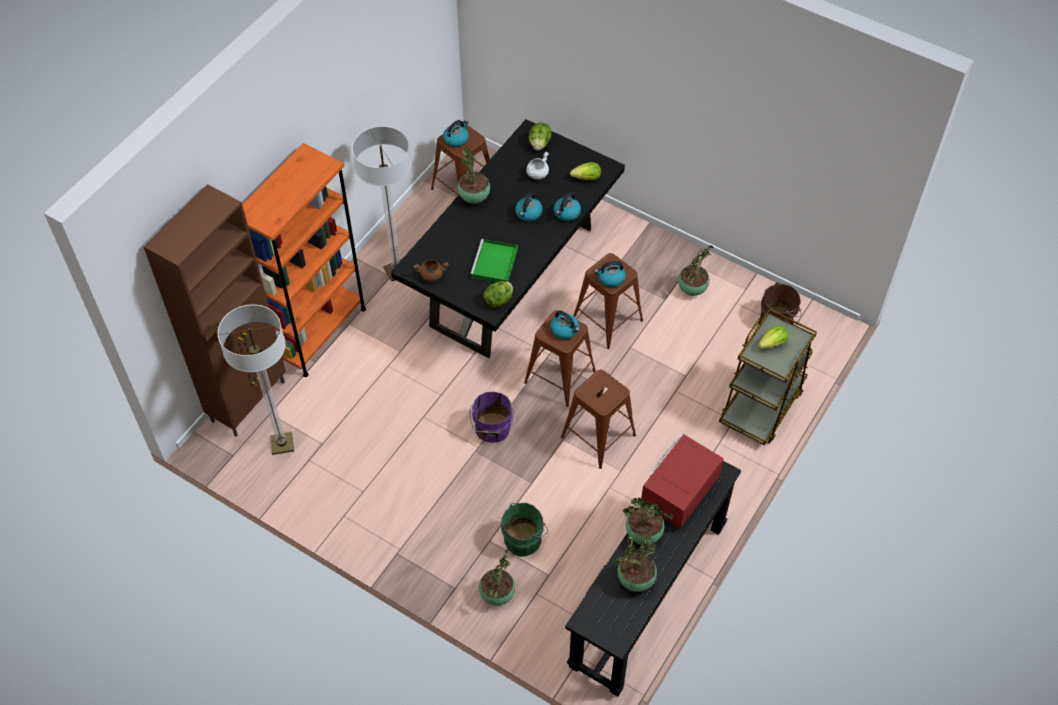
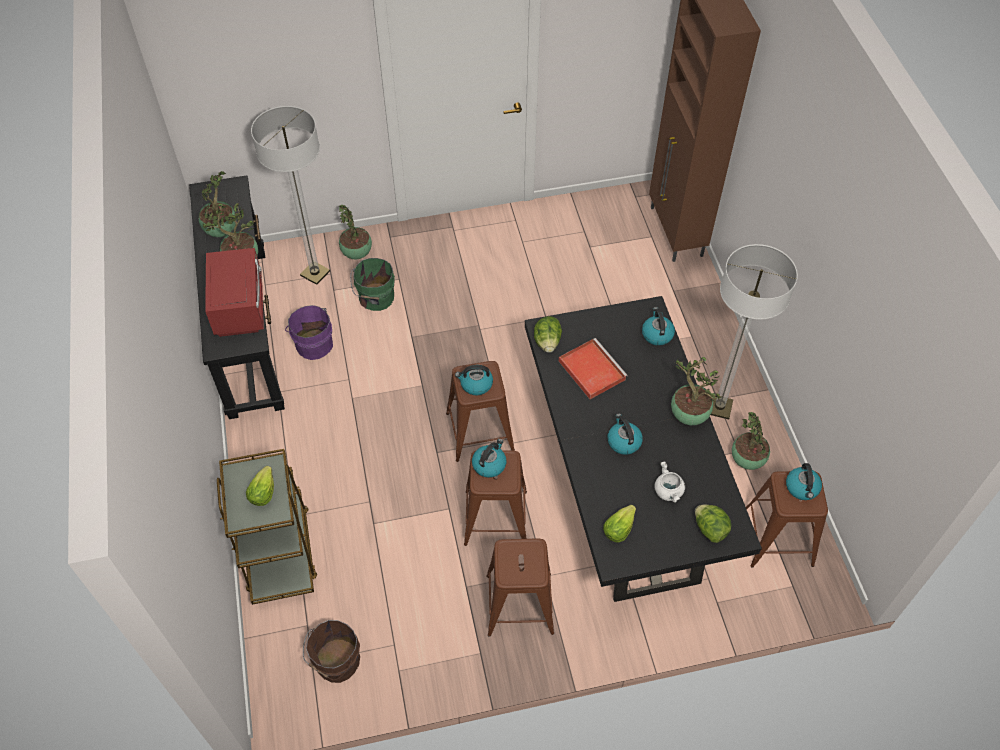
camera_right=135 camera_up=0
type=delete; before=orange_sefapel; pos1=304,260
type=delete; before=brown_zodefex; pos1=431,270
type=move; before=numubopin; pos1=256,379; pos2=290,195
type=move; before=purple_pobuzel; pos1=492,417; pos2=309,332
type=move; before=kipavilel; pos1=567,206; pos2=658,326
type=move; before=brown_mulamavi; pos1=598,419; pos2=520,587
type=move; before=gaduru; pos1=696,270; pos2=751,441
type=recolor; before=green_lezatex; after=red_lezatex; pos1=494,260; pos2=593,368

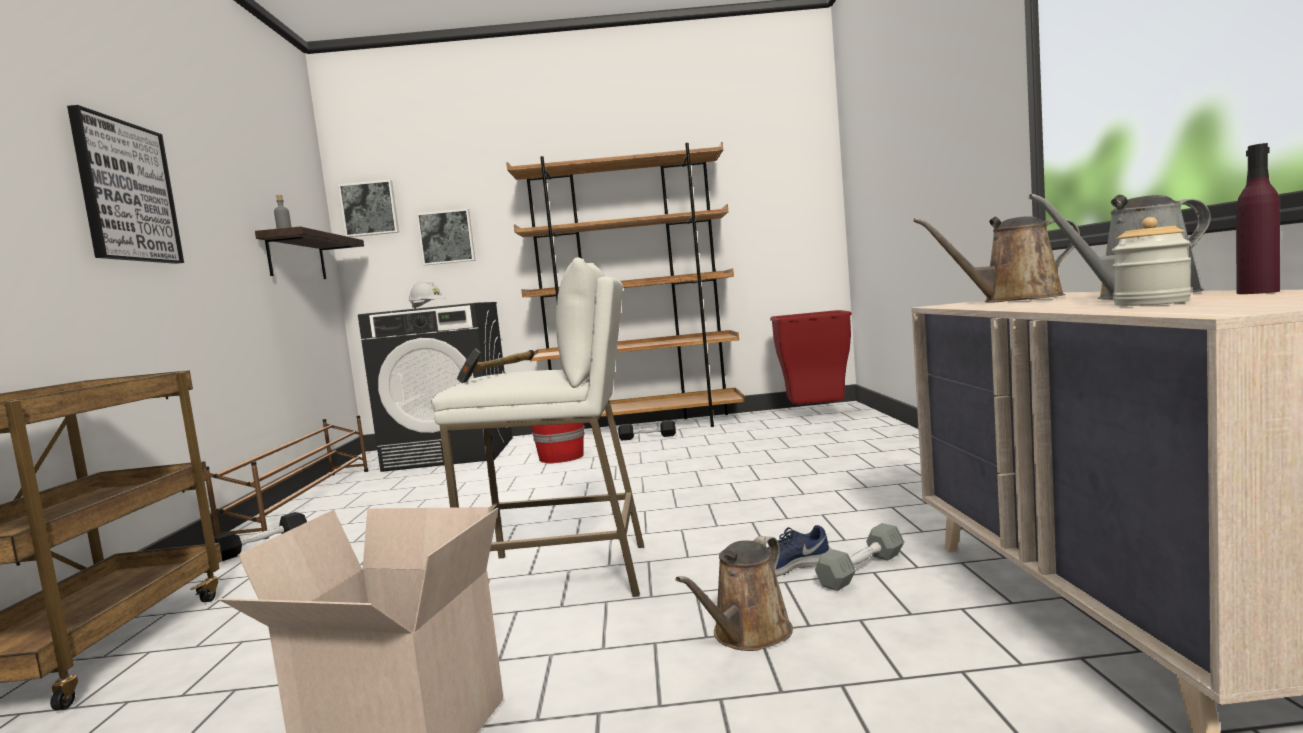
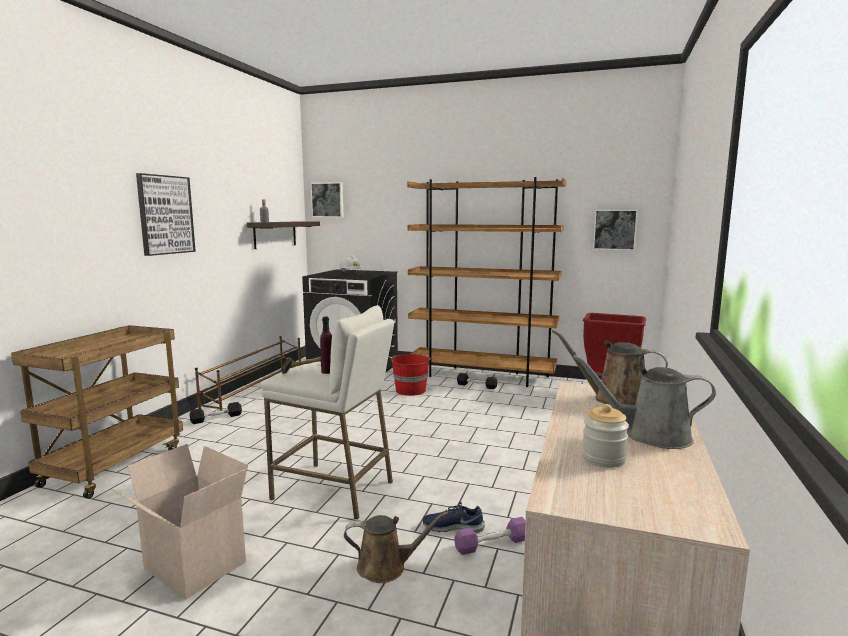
camera_right=20 camera_up=5
type=move; before=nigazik; pos1=446,237; pos2=615,230
type=move; before=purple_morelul; pos1=1258,218; pos2=326,345
type=recolor; before=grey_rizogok; after=purple_rizogok; pos1=859,557; pos2=490,536
type=rotate; before=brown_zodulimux; pos1=734,593; pos2=396,547; turn=-150

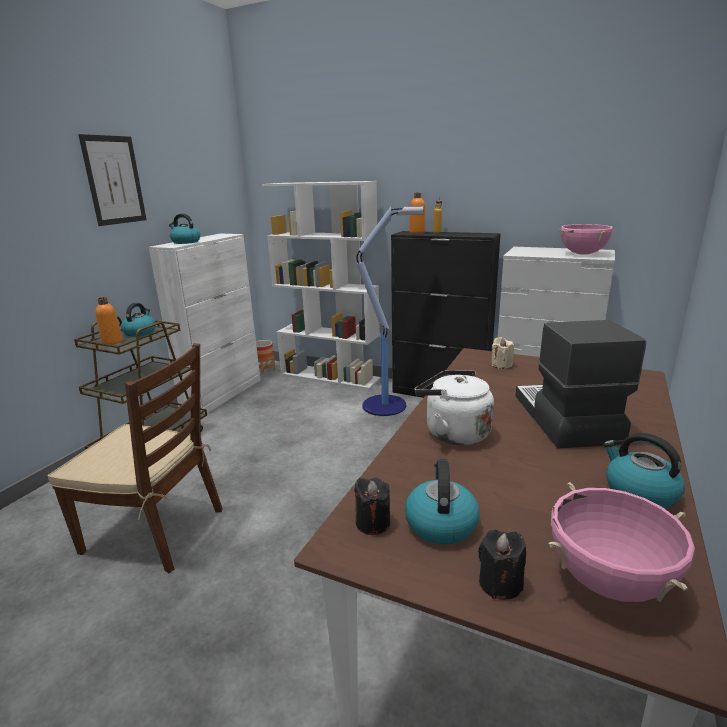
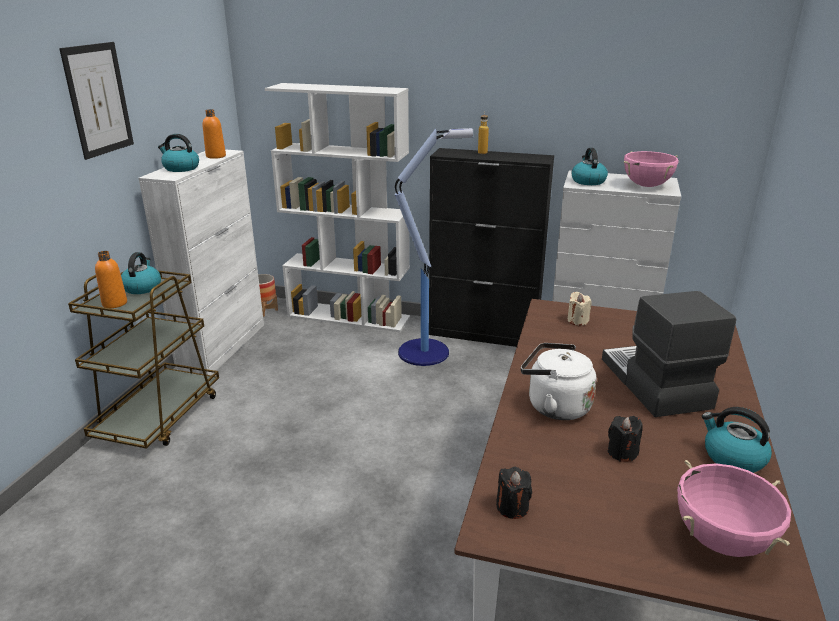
camera_right=-10 camera_up=5
type=delete; before=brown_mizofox; pos1=135,458
type=move; before=kipavilel; pos1=442,501; pos2=589,166
type=move; before=orange_morelul; pos1=417,213; pos2=214,134
type=move; before=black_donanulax; pos1=502,565; pos2=625,439

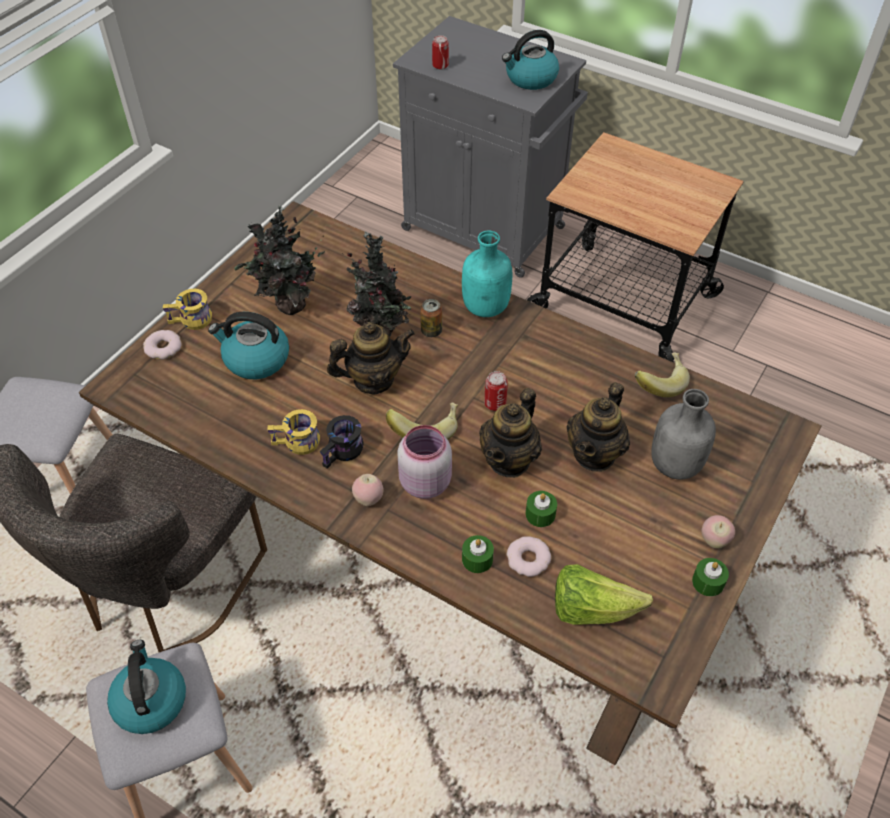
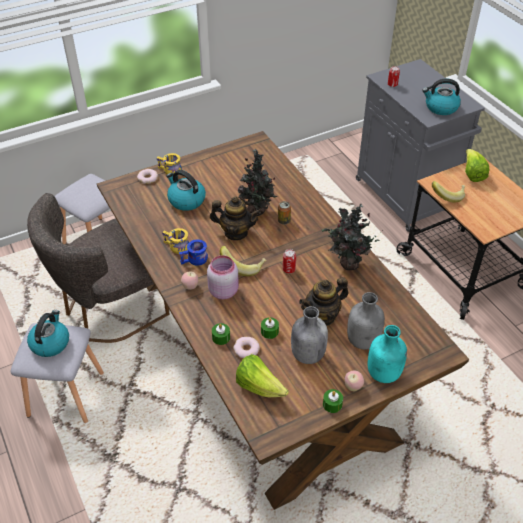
camera_right=30 camera_up=-5
type=delete; before=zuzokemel; pos1=510,433
type=insert; after=grey_morelul; pos2=309,335
type=insert; after=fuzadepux; pos2=477,165
type=move; before=gaduru; pos1=279,260; pos2=352,236
type=move; before=turquoise_morelul; pos1=487,273; pos2=387,354
type=move; before=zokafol; pos1=662,374; pos2=449,192
type=recolor; before=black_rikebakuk; after=blue_rikebakuk; pos1=342,442; pos2=193,253

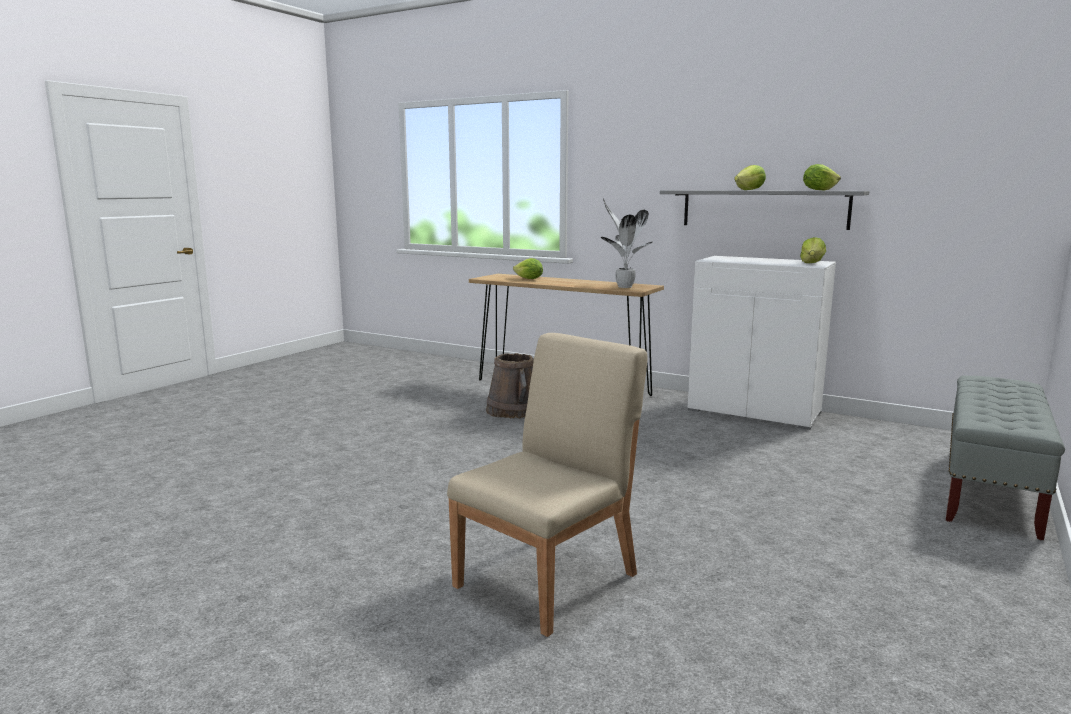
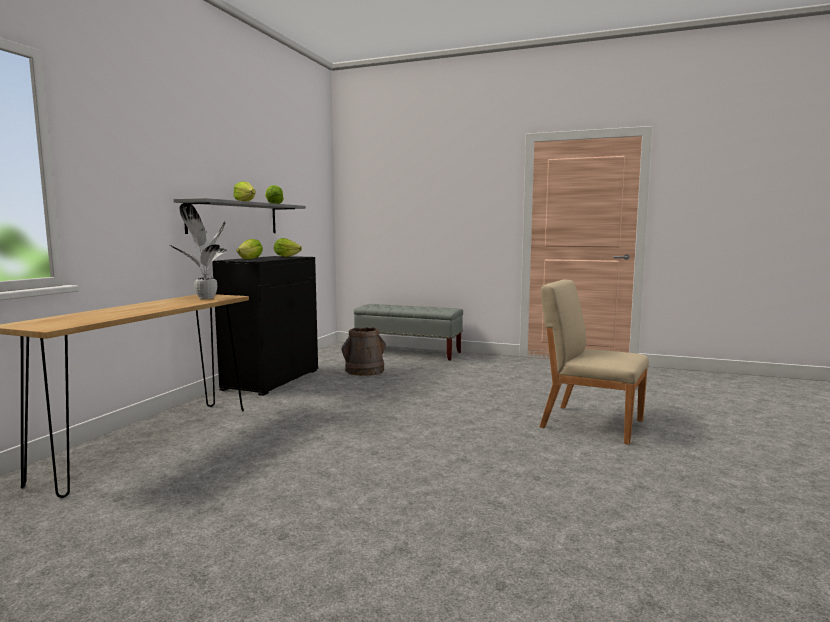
camera_right=-100 camera_up=-5
type=move; before=brown_pobuzel; pos1=510,385; pos2=364,351
type=move; before=fuzadepux; pos1=528,268; pos2=250,249
type=recolor; before=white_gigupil; after=black_gigupil; pos1=762,343; pos2=265,326

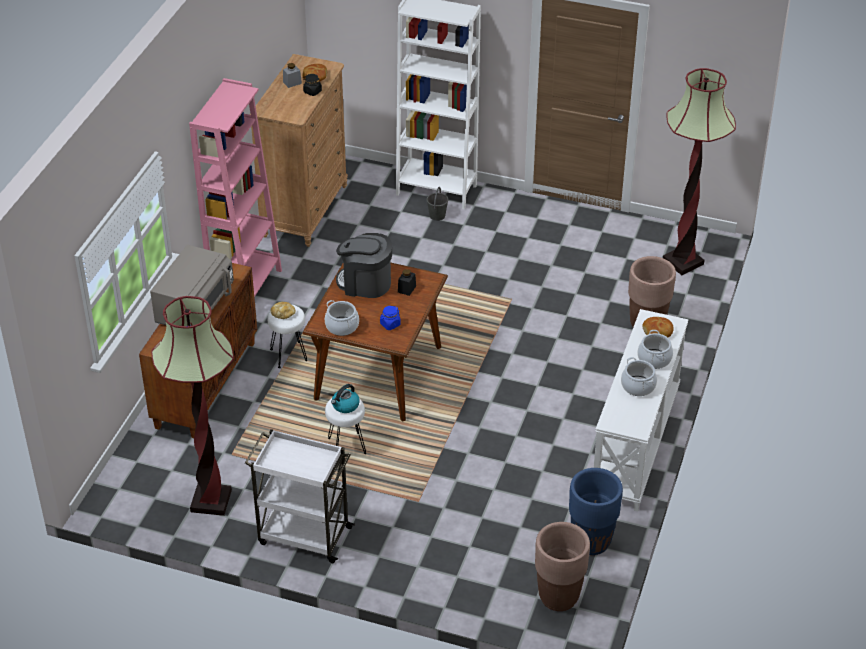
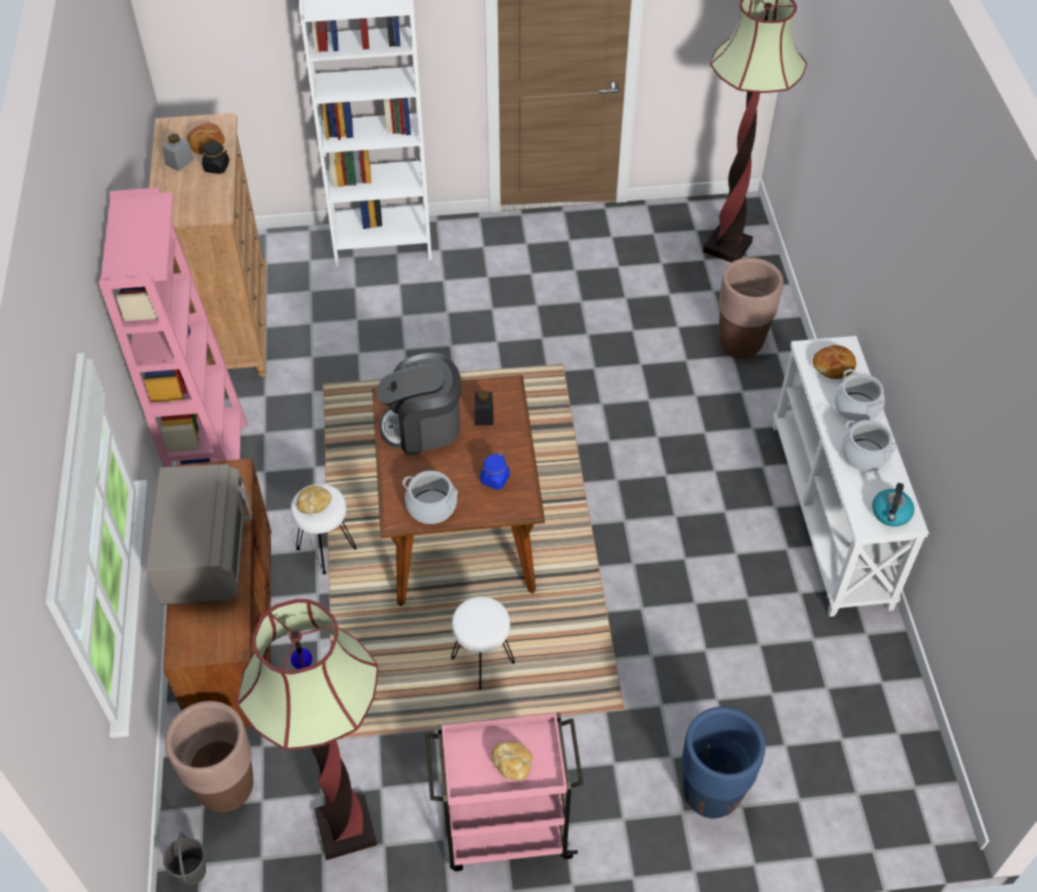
camera_right=-25 camera_up=10
type=insert; after=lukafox; pos2=511,760
type=move; before=kipavilel; pos1=345,398; pos2=893,505
type=move; before=grey_pobuzel; pos1=437,204; pos2=184,859
type=move; before=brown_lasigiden; pos1=562,566; pos2=209,757
type=move; before=blue_lasigiden; pos1=596,511; pos2=723,763
type=recolor; before=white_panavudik; after=pink_panavudik; pos1=300,496; pos2=504,791

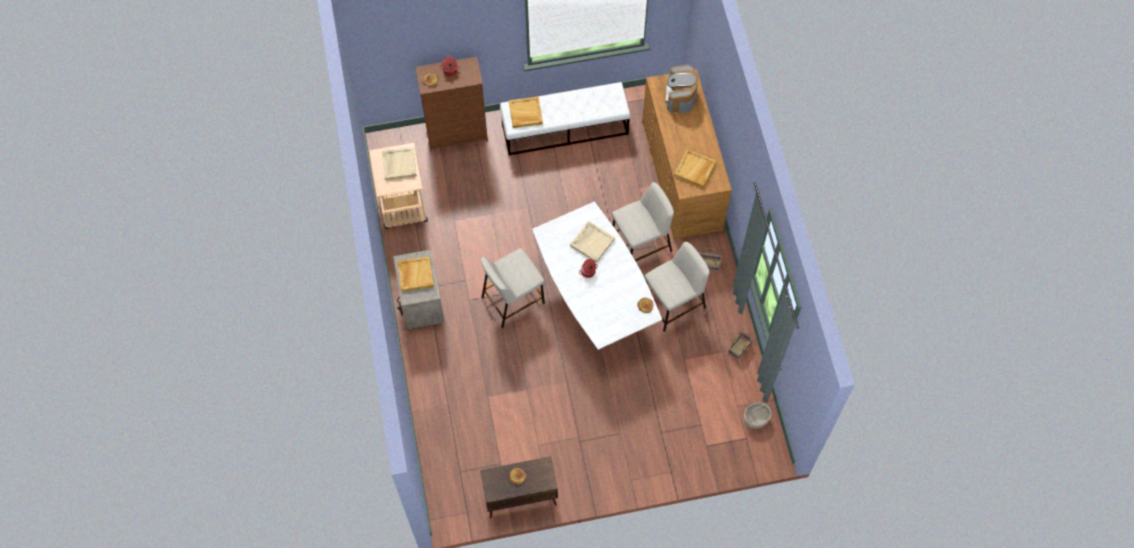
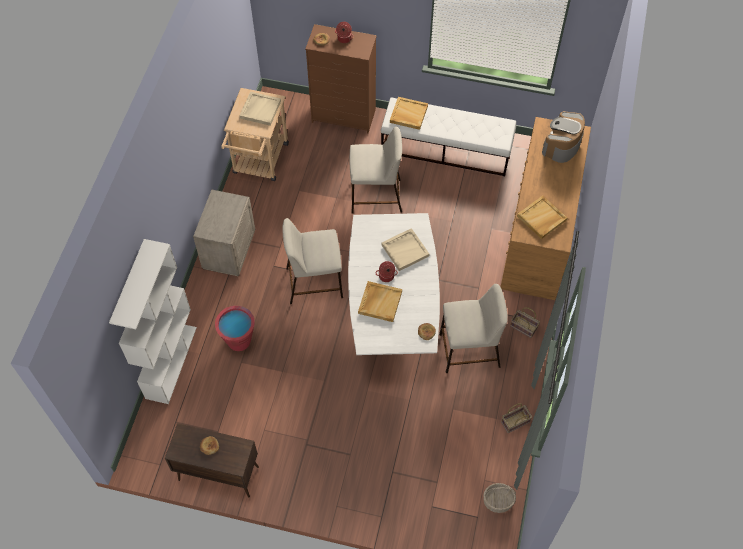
camera_right=25 camera_up=-5
type=insert; after=white_sefapel; pos2=153,321
type=insert; after=red_pobuzel; pos2=235,328
type=move; before=beige_lezatex; pos1=416,274; pos2=380,301
type=move; before=beige_mulamavi; pos1=643,221; pos2=375,170

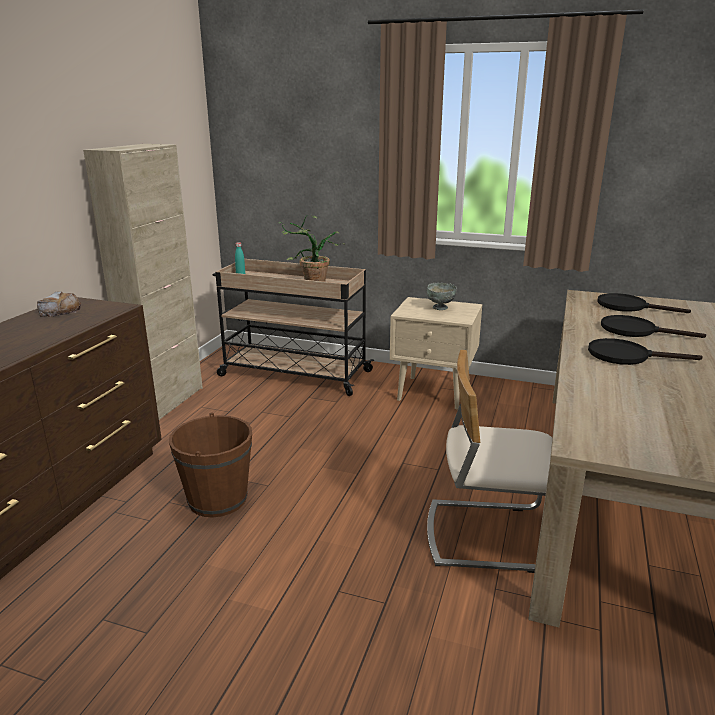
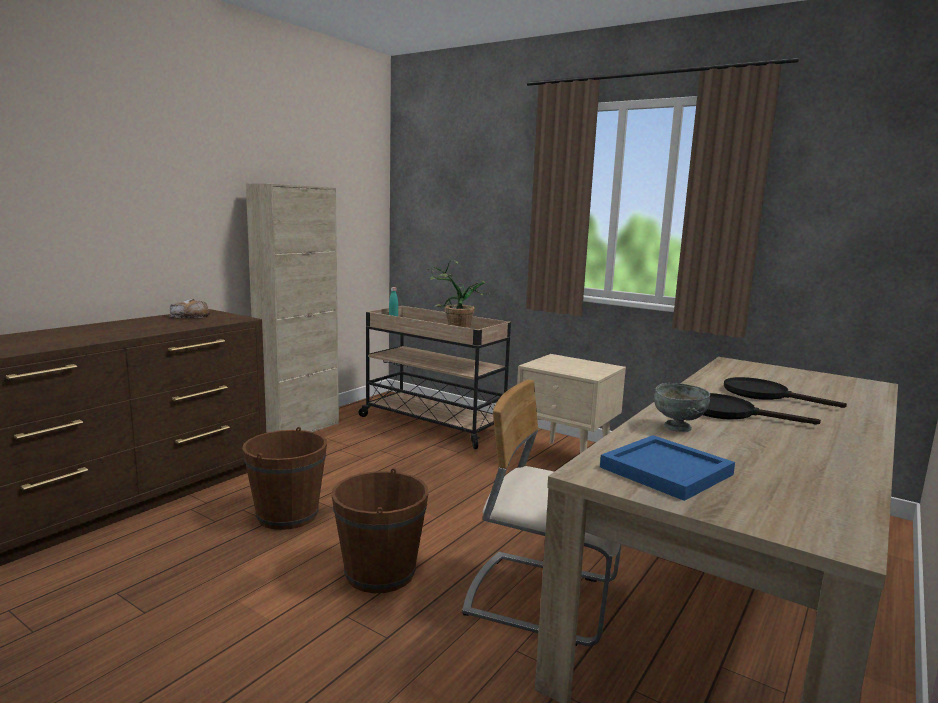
camera_right=15 camera_up=-10
type=delete; before=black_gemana; pos1=644,303
type=insert; after=brown_pobuzel; pos2=380,530
type=insert; after=blue_lezatex; pos2=667,468
type=move; before=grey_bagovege; pos1=442,296; pos2=682,407

